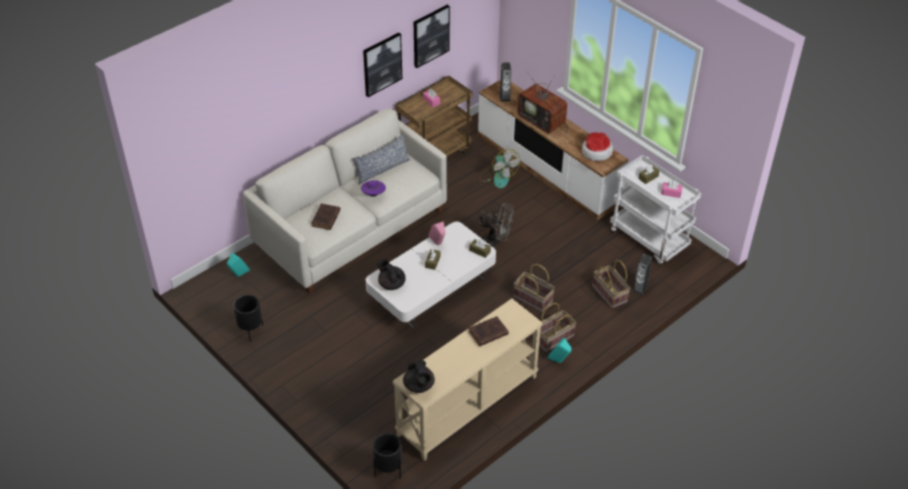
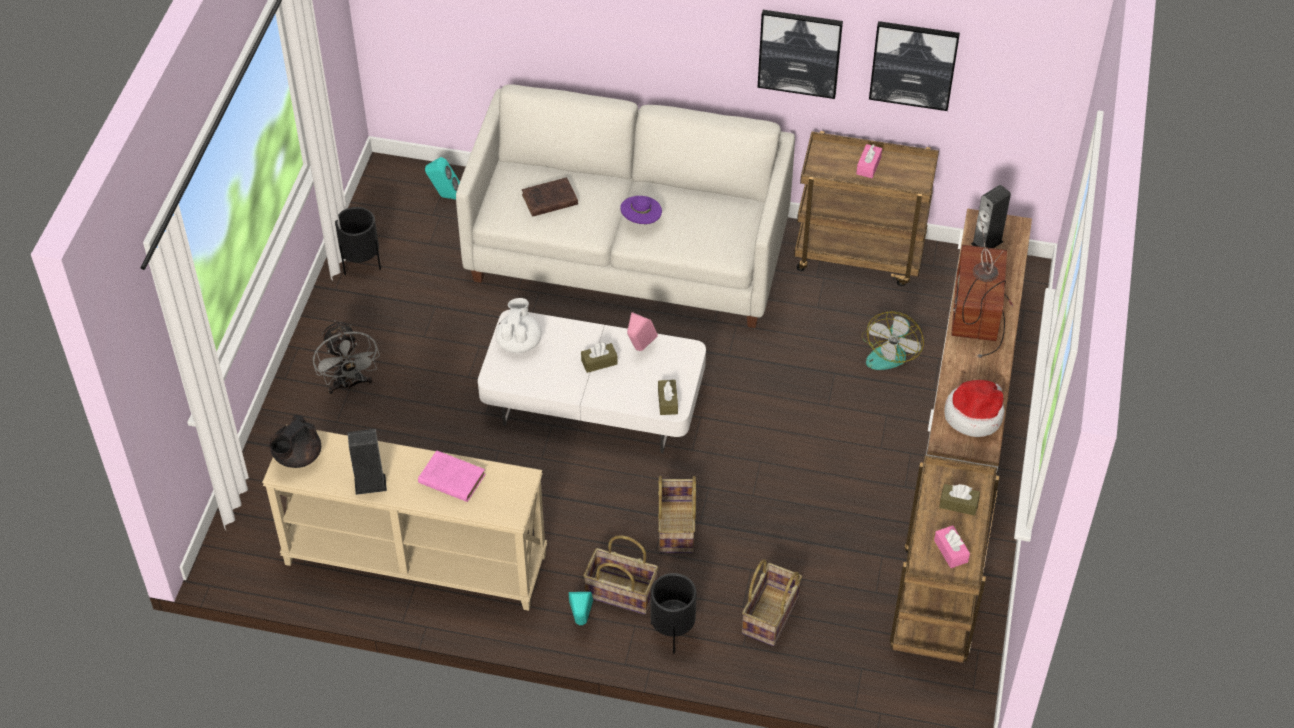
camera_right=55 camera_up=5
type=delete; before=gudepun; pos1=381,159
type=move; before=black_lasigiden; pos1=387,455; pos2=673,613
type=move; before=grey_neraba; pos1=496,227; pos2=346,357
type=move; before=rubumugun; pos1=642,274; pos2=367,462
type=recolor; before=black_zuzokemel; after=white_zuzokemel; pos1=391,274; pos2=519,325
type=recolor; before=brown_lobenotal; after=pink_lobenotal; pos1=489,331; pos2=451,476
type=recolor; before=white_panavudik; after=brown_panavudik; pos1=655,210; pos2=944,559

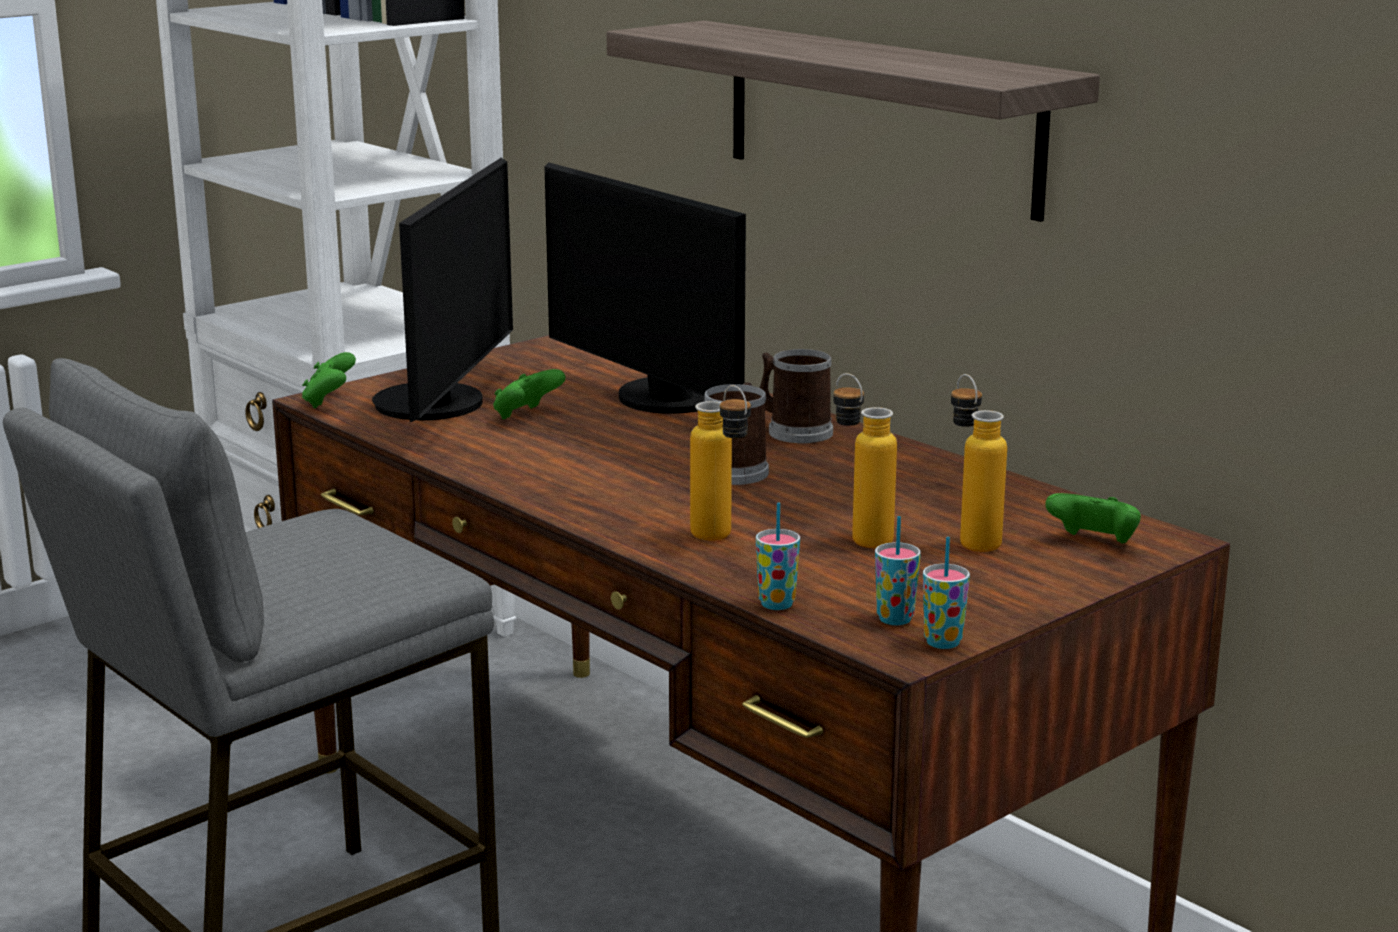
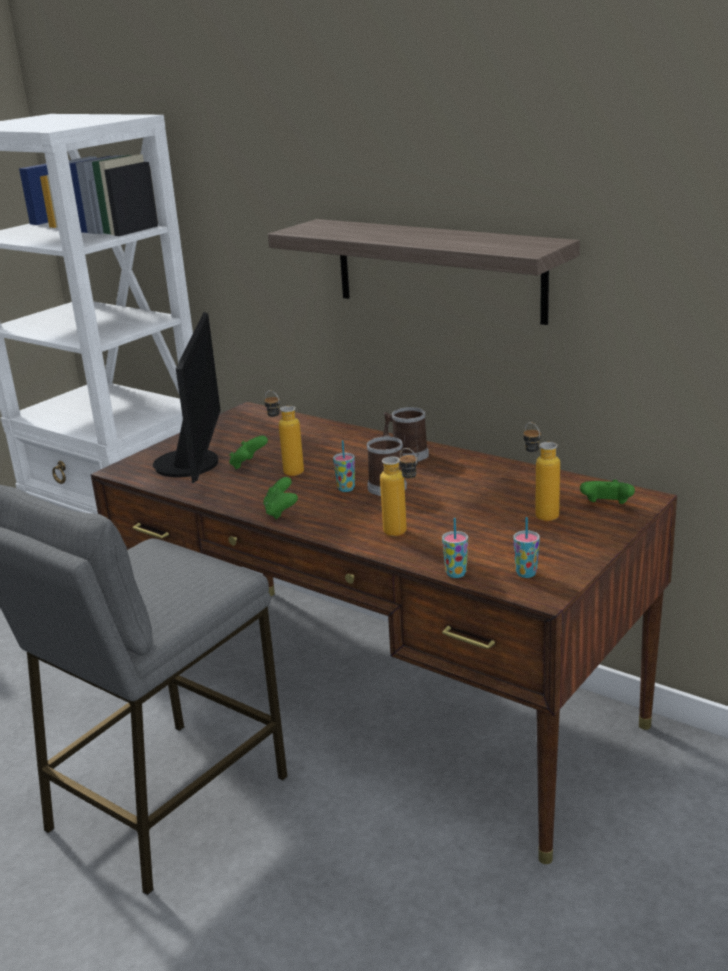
camera_right=-10 camera_up=5
type=delete; before=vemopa; pos1=645,288
type=move; before=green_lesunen; pos1=329,380; pos2=280,498
type=move; before=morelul; pos1=865,460; pos2=284,433
type=move; before=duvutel; pos1=946,593; pos2=344,466

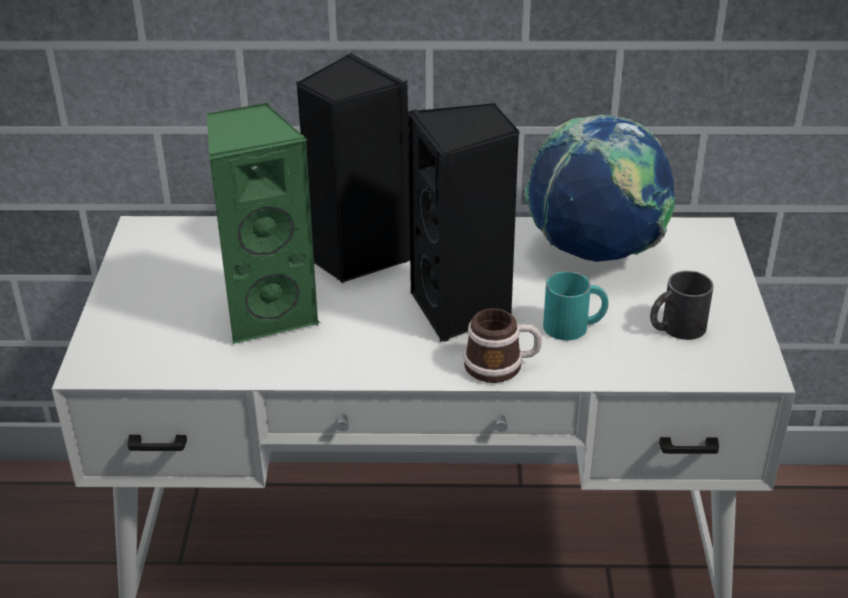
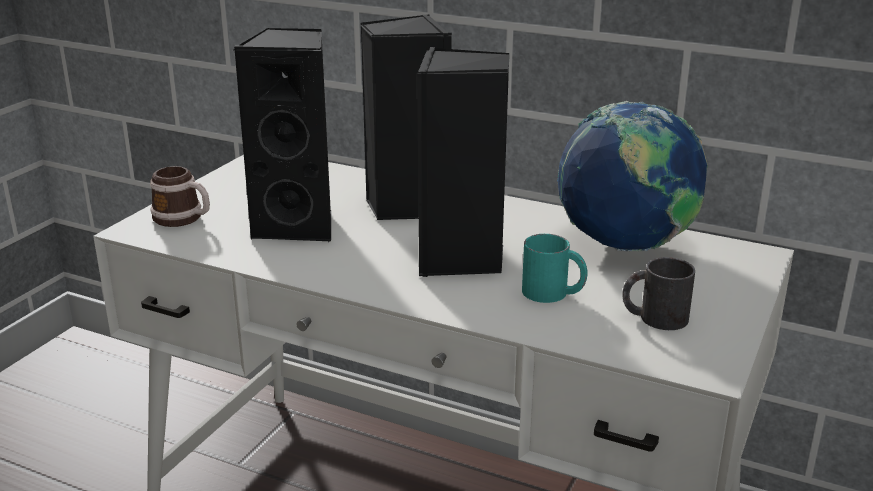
camera_right=25 camera_up=-10
type=move; before=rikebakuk; pos1=502,345; pos2=180,196
type=recolor; before=green_rubumugun; after=black_rubumugun; pos1=263,223; pos2=282,134

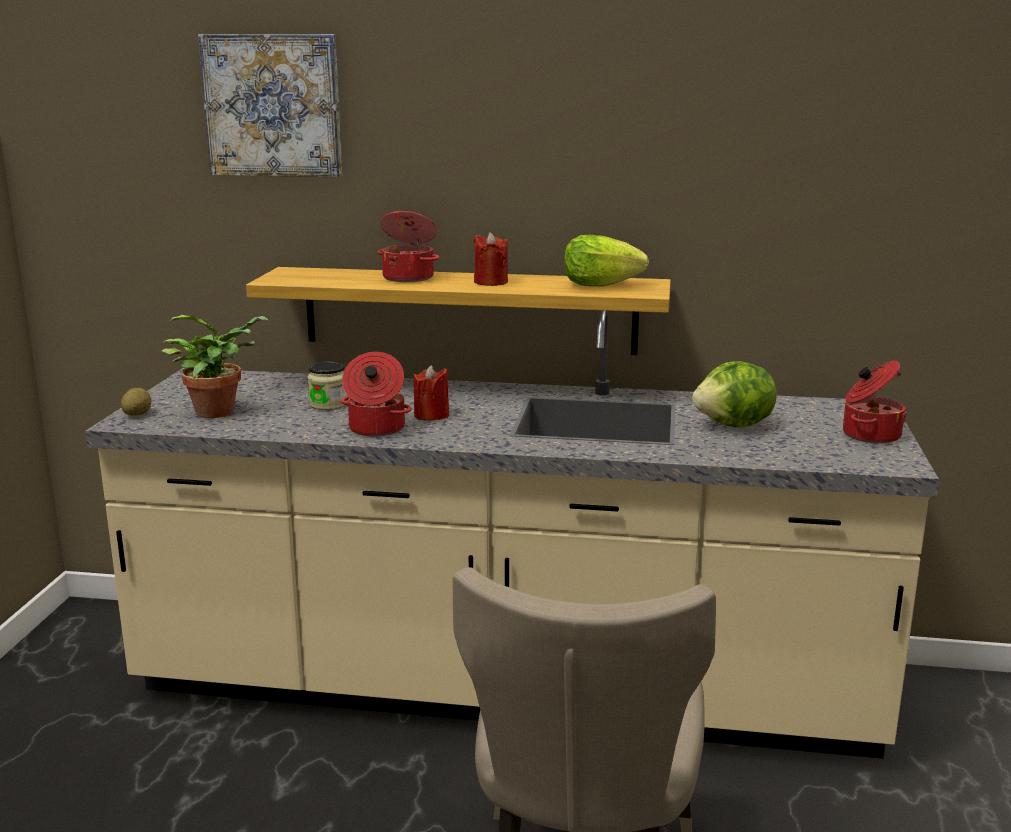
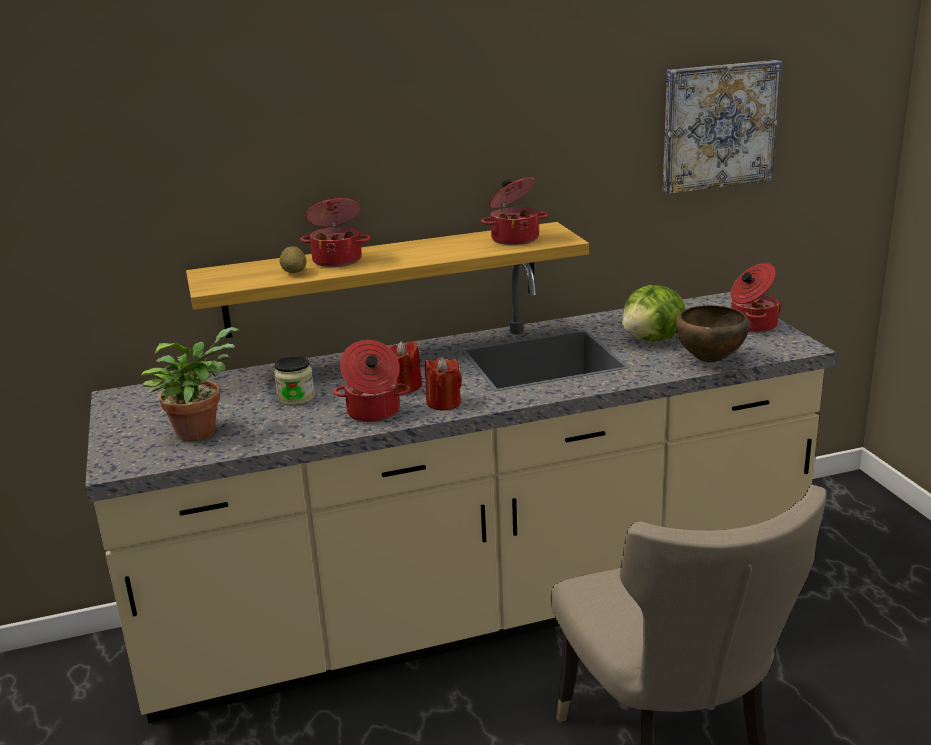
camera_right=-25 camera_up=5
type=insert; after=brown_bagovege; pos2=713,334
type=move; before=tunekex; pos1=136,402; pos2=293,259
type=move; before=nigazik; pos1=270,105; pos2=722,127
type=move; before=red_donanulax; pos1=491,259; pos2=443,383
type=replace; before=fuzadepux; after=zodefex; pos1=606,261; pos2=514,211

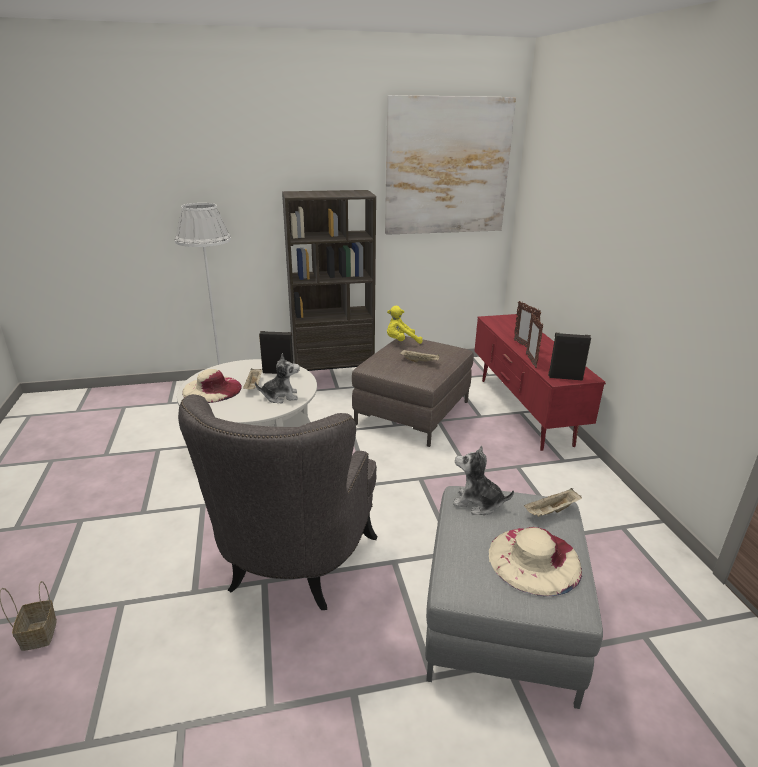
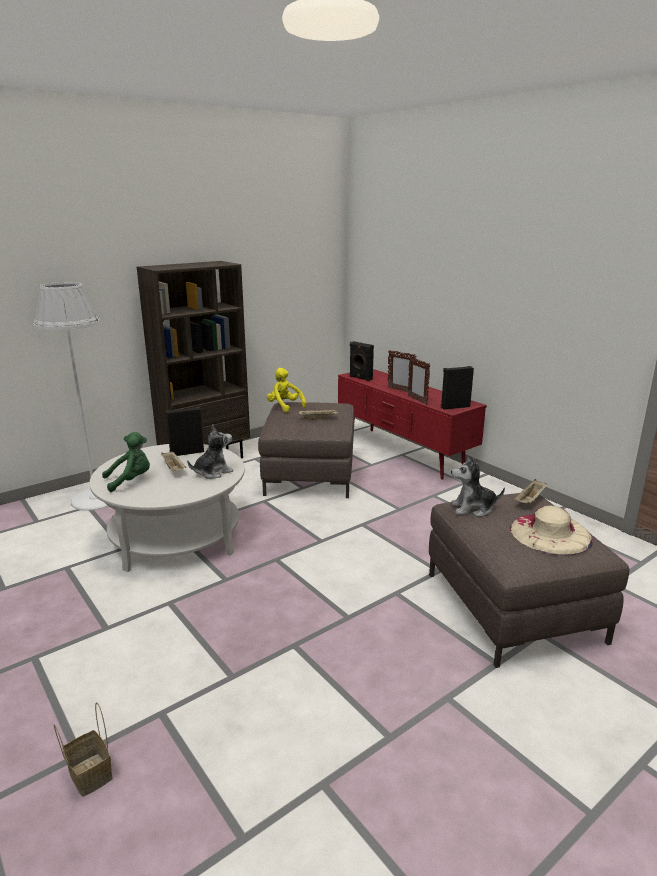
camera_right=-25 camera_up=-5
type=delete; before=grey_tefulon; pos1=278,502
type=delete; before=nigazik; pos1=450,165
type=insert; after=black_rubumugun; pos2=361,361
type=replace; before=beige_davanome; after=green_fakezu; pos1=212,386; pos2=126,462
type=recolor; before=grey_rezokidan; after=brown_rezokidan; pos1=514,597; pos2=529,580
type=rotate; before=yellow_fakezu; pos1=405,325; pos2=287,390; turn=90

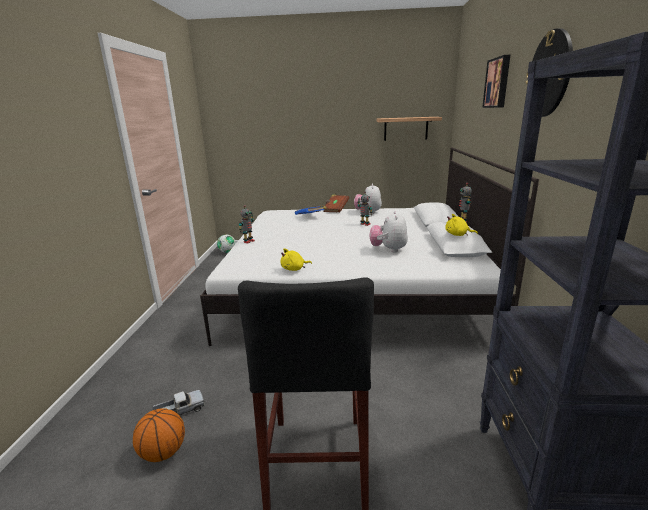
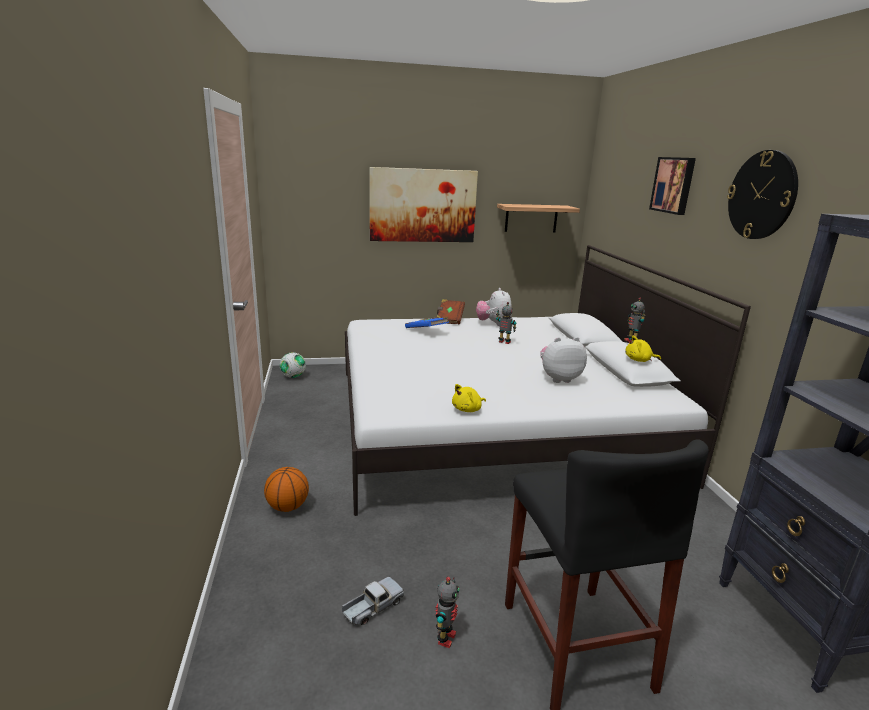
camera_right=-15 camera_up=0
type=insert; after=nigazik; pos2=423,204
type=move; before=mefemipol; pos1=159,435; pos2=286,489
type=move; before=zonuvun; pos1=247,224; pos2=447,612
type=rotate; before=fakezu; pos1=388,231; pos2=563,360; turn=90

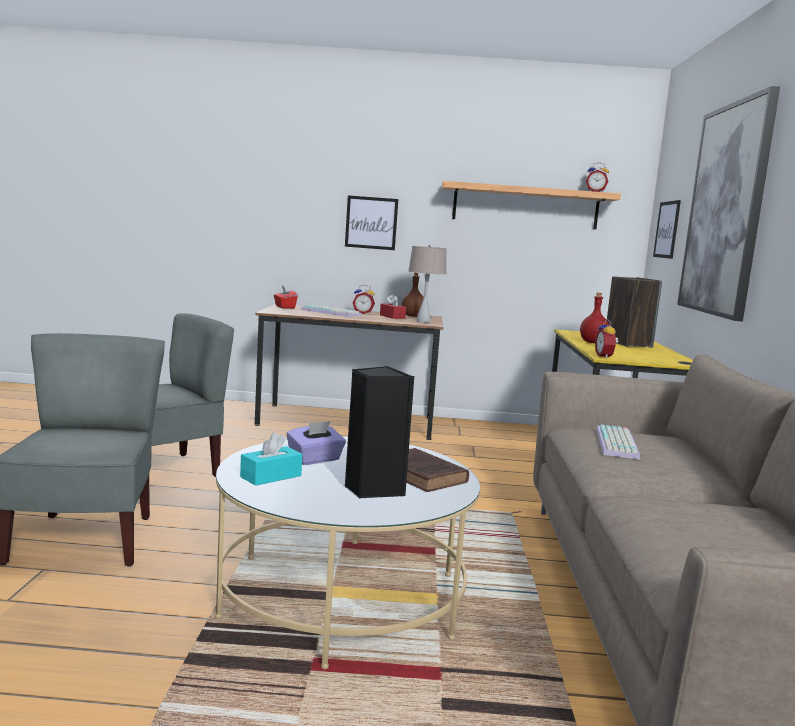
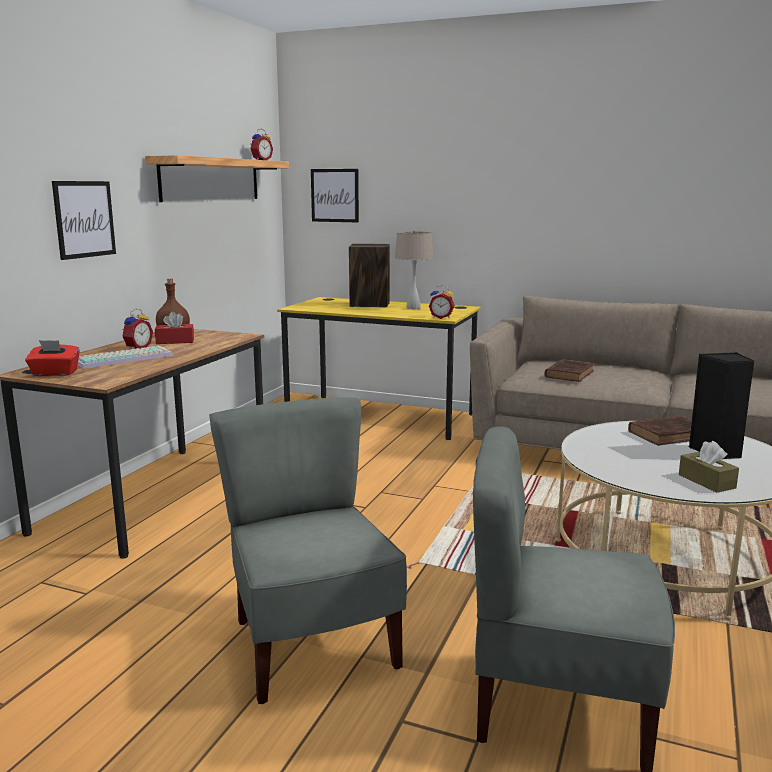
camera_right=-70 camera_up=5
type=delete; before=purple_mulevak; pos1=316,443
type=delete; before=red_morelul; pos1=594,318
type=delete; before=nigazik; pos1=728,203
type=move; before=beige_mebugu; pos1=427,284; pos2=414,269
type=replace; before=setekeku; after=brown_lobenotal; pos1=618,441; pos2=569,370
type=recolor; before=turquoise_mulevak; after=brown_mulevak; pos1=271,459; pos2=709,467

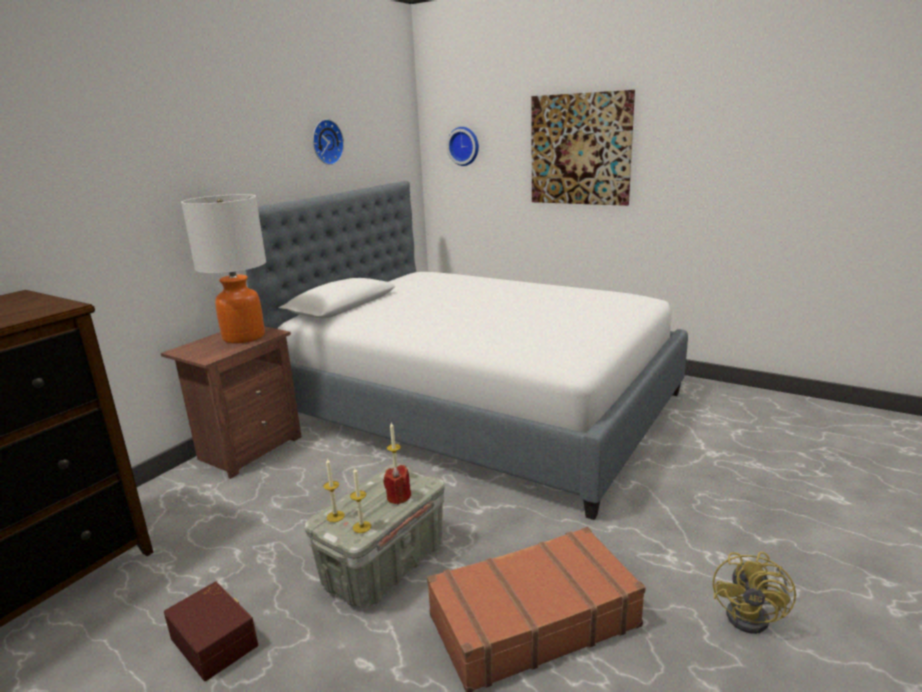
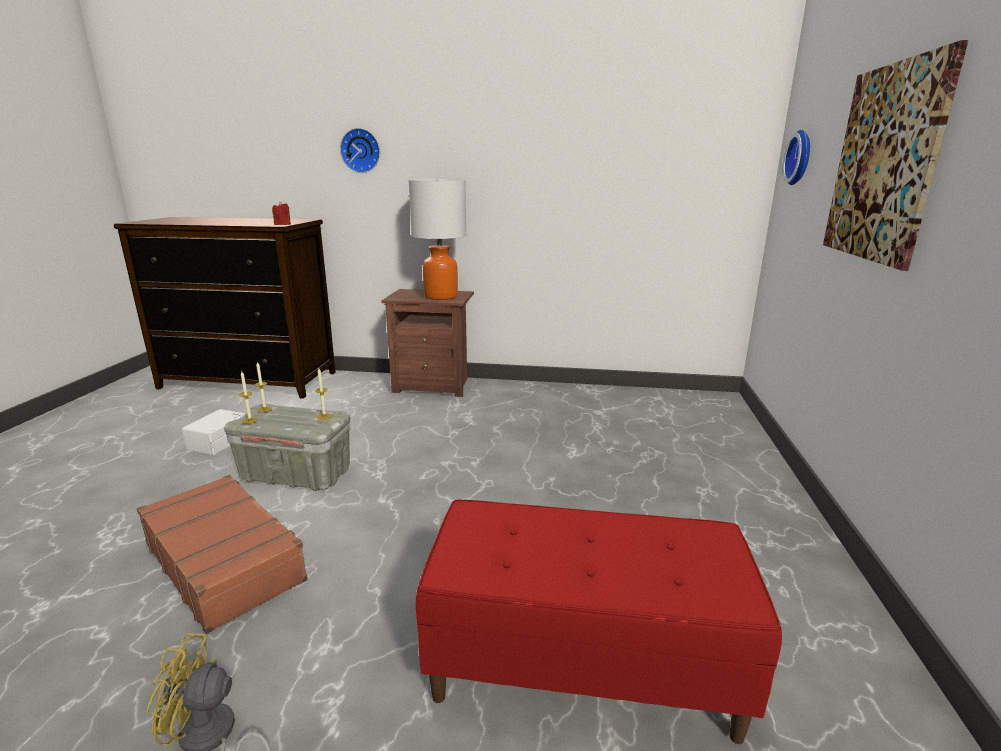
camera_right=65 camera_up=0
type=delete; before=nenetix; pos1=467,350
type=insert; after=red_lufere; pos2=599,622
type=move; before=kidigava; pos1=328,142; pos2=360,150
type=move; before=red_donanulax; pos1=397,485; pos2=281,213
type=recolor; before=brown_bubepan; after=white_bubepan; pos1=211,631; pos2=214,432

